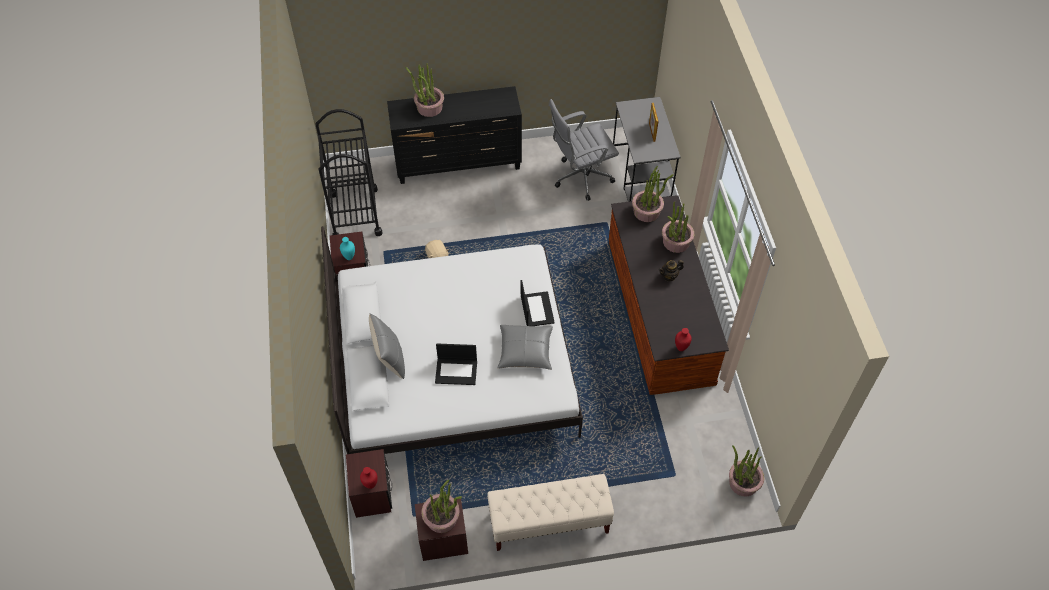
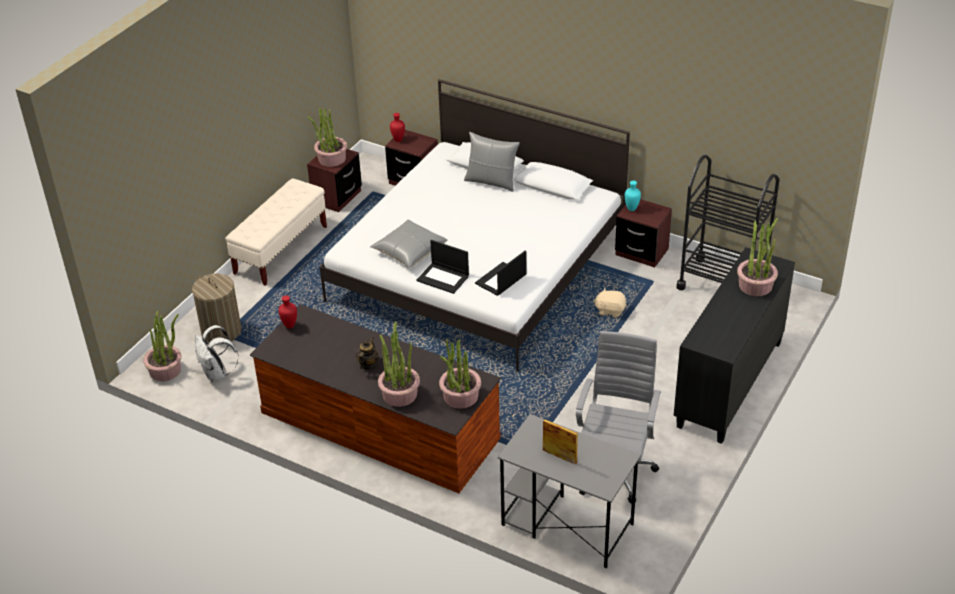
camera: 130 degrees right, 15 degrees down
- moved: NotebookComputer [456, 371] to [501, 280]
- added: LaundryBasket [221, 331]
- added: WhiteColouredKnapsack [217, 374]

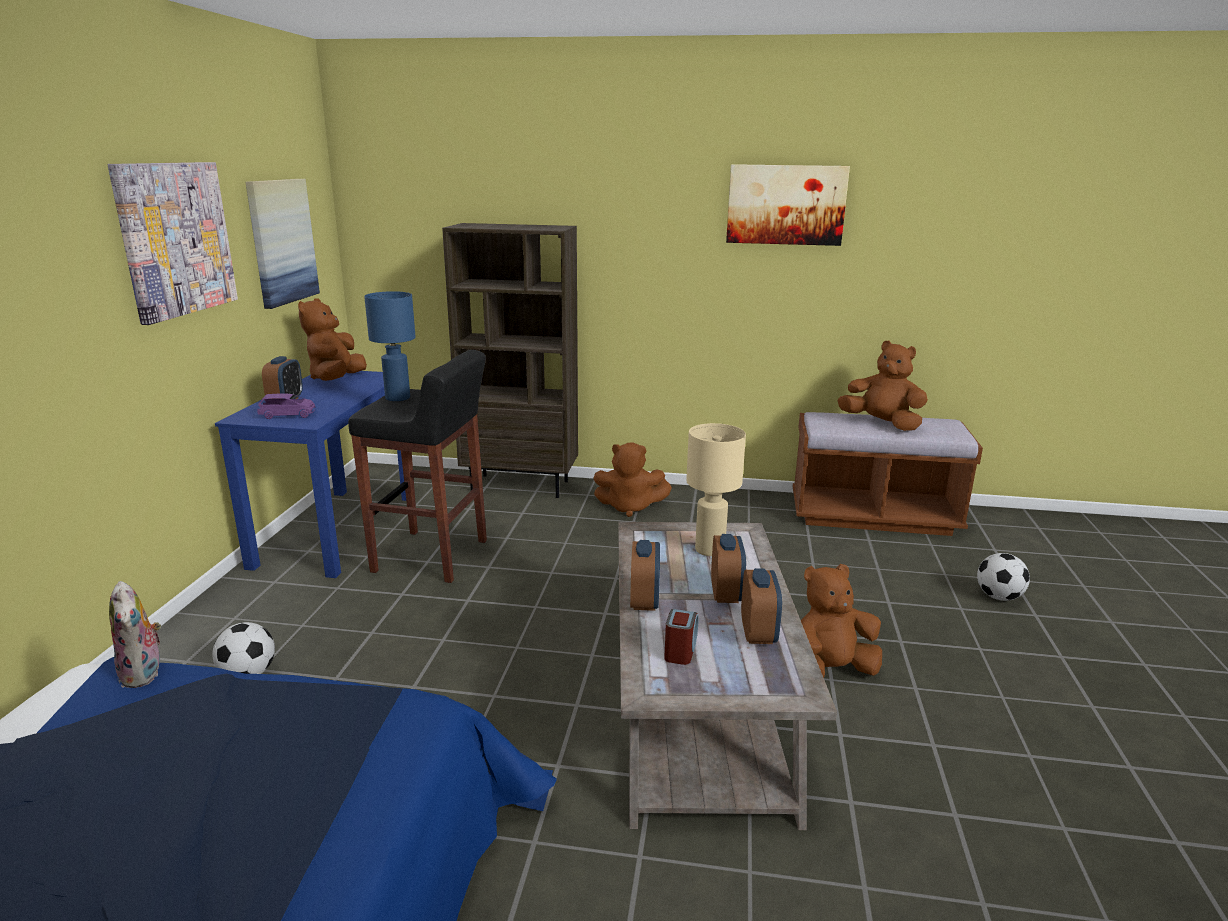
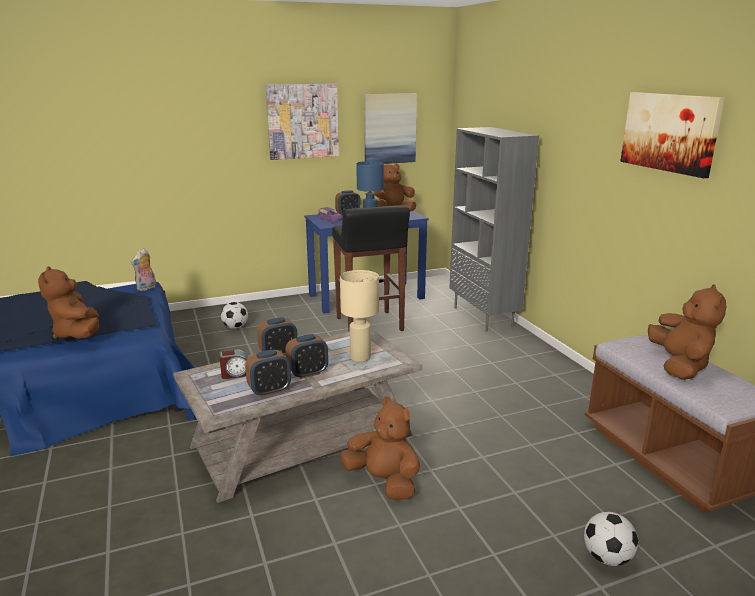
camera: 60 degrees right, 0 degrees up
- recoloured: BrownishBookcase [521, 485] to GreyBookcase [484, 317]
- moved: BrownishPlushToy [630, 507] to [78, 334]

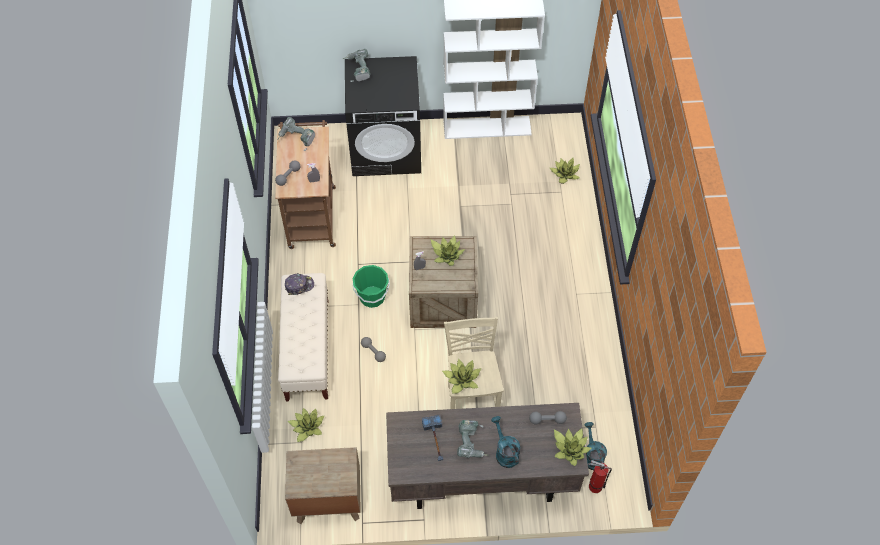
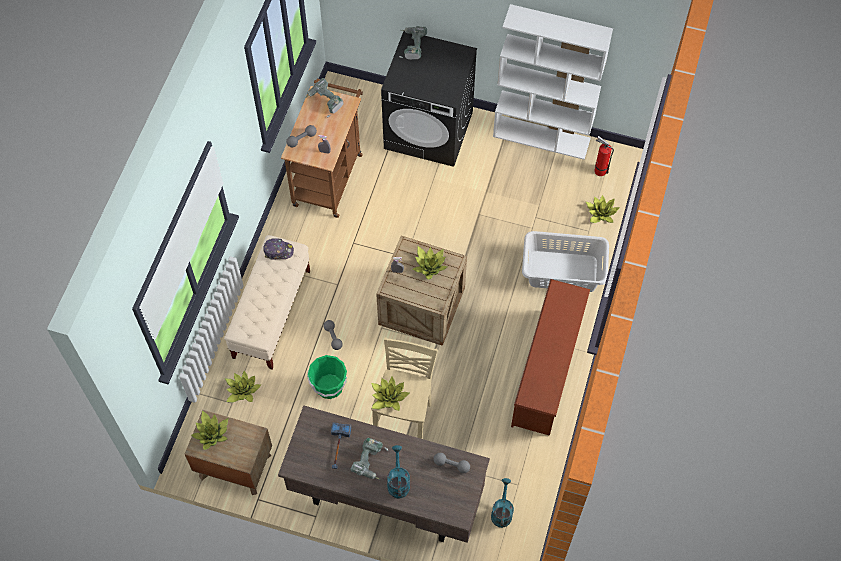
camera: 20 degrees right, 5 degrees up
- moved: GreenishWaterBucket [372, 297] to [329, 386]
- moved: PlantInAPot [570, 449] to [212, 433]
- moved: FireExtinguisher [593, 486] to [598, 170]
- added: BrownishShoeShelf [547, 373]
- added: GreyLaundryBasket [563, 272]

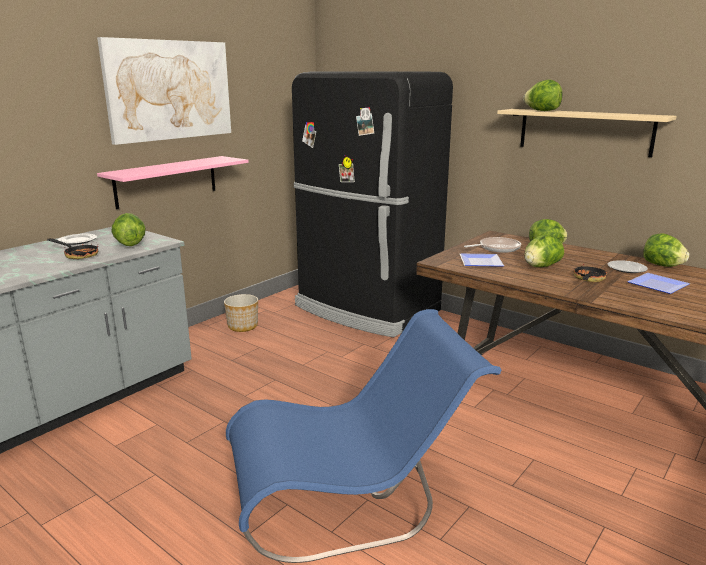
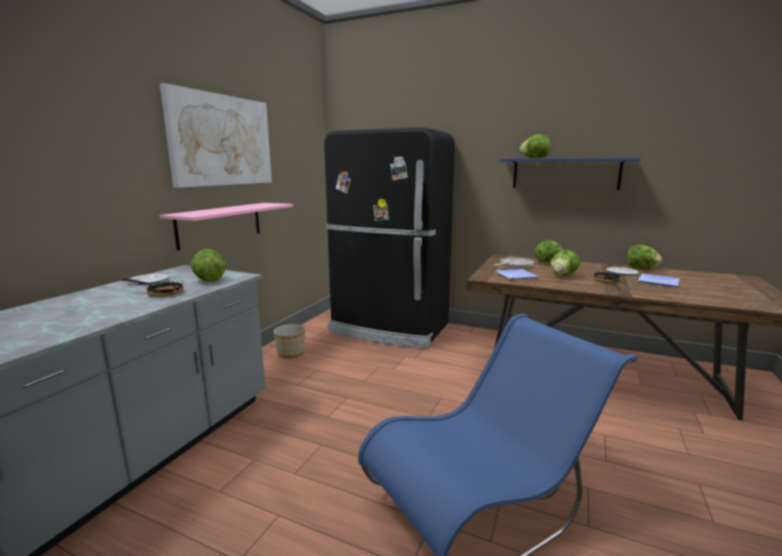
camera: 15 degrees left, 5 degrees down
- recoloured: SandColouredShelf [584, 131] to BluishShelf [565, 173]

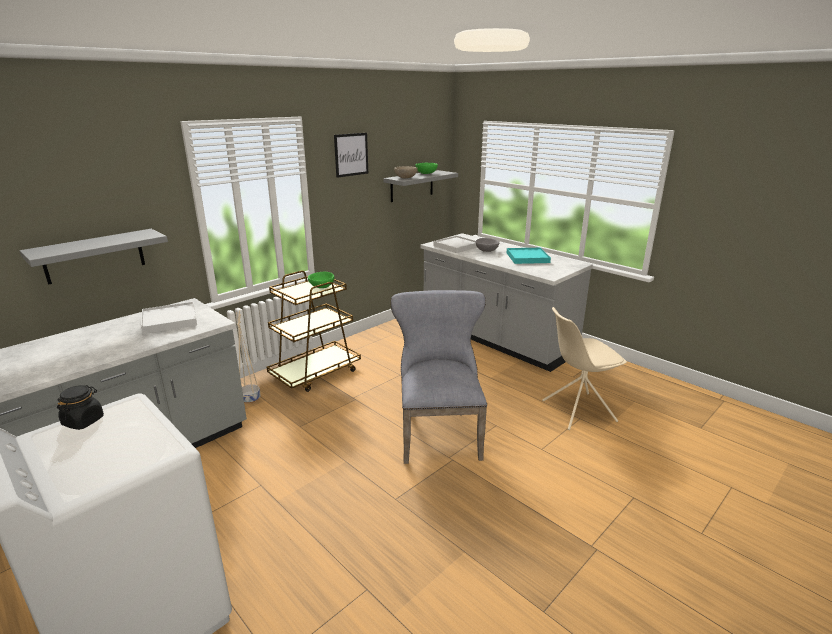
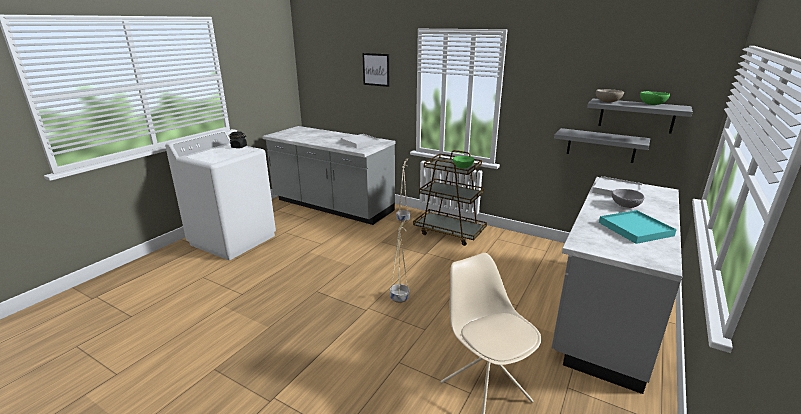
camera: 75 degrees right, 0 degrees up
- moved: GreyShelf [94, 256] to [601, 145]
- moved: WallPicture [351, 154] to [376, 69]
- replaced: GreyUprightChair [438, 432] to SandColouredPlantPot [400, 298]

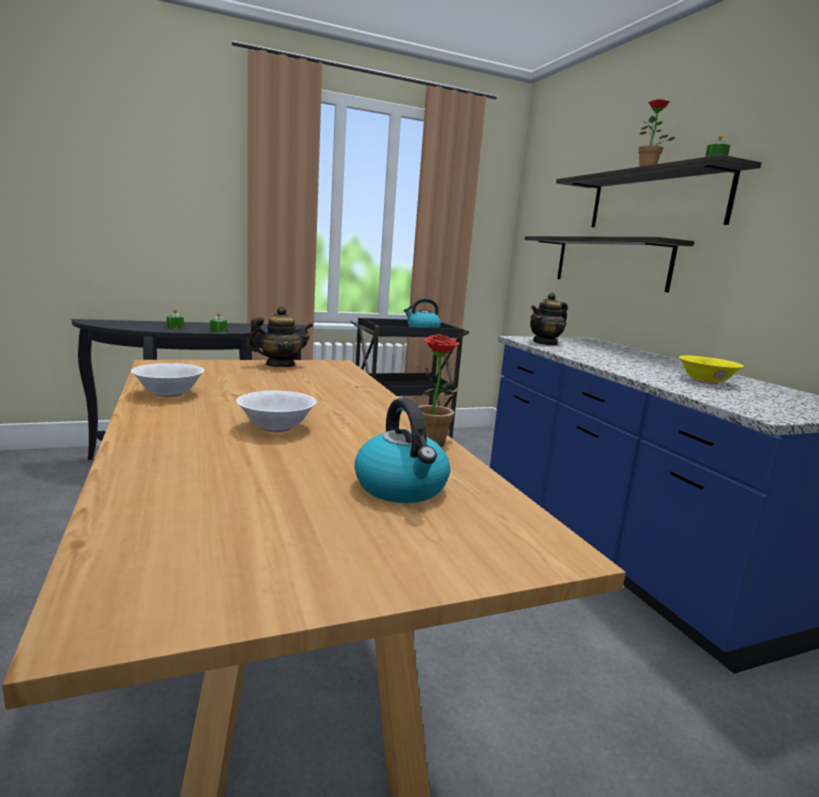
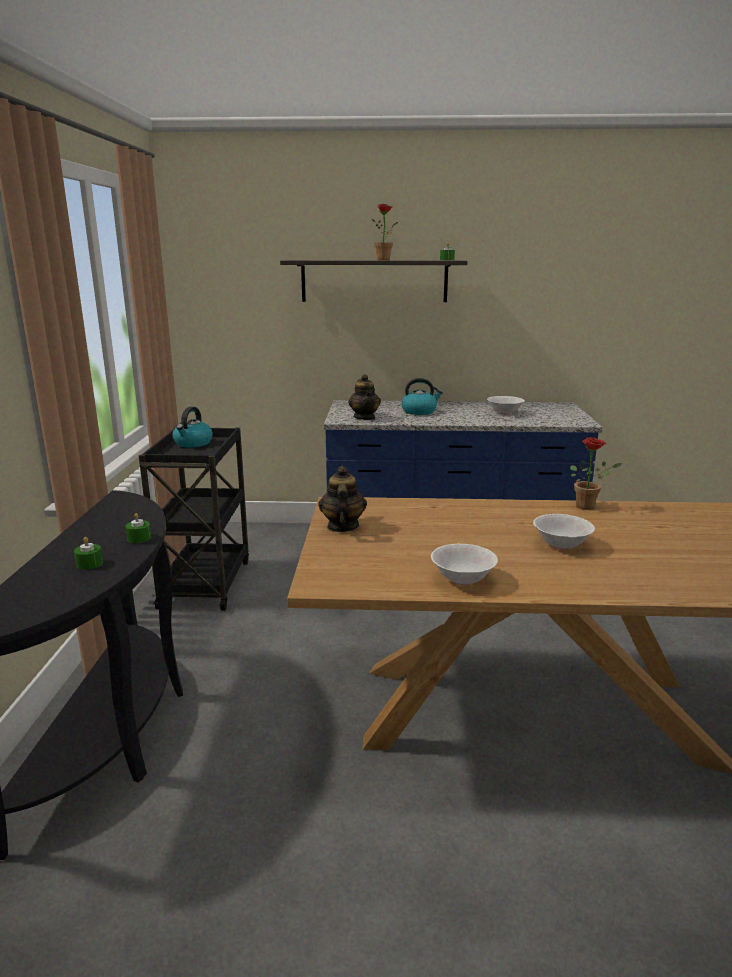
camera: 65 degrees left, 5 degrees up
- moved: Kettle [402, 488] to [419, 411]
- removed: Shelf [610, 262]
- recoloured: YellowishServingBowl [706, 381] to WhiteColouredServingBowl [504, 413]

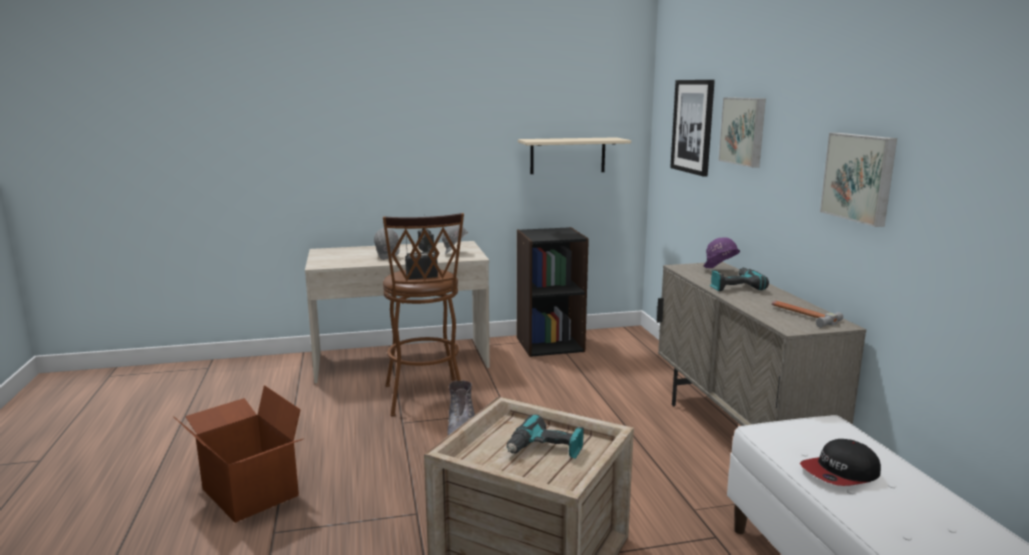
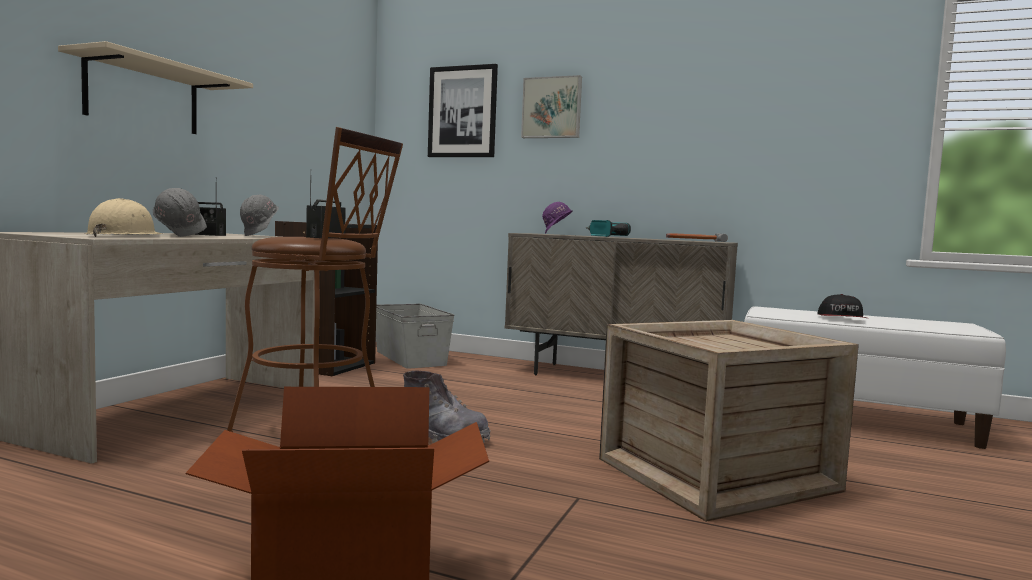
camera: 55 degrees left, 10 degrees down
- removed: Drill [545, 450]
- moved: SandColouredShelf [567, 155] to [143, 96]
- removed: WallPicture [860, 177]
- added: SandColouredWorkHelmet [124, 236]
- added: GreyStorageContainer [411, 358]

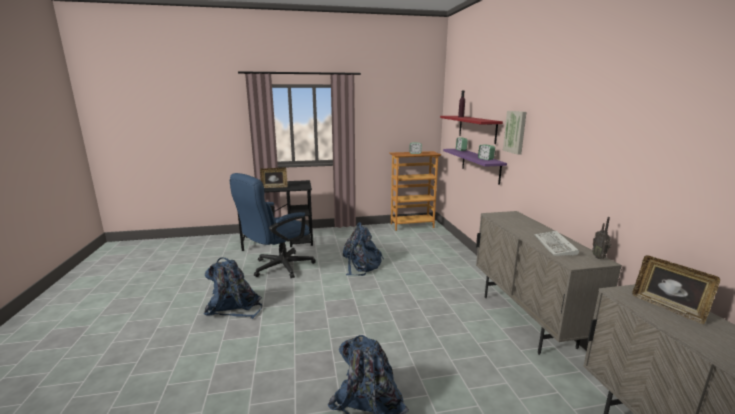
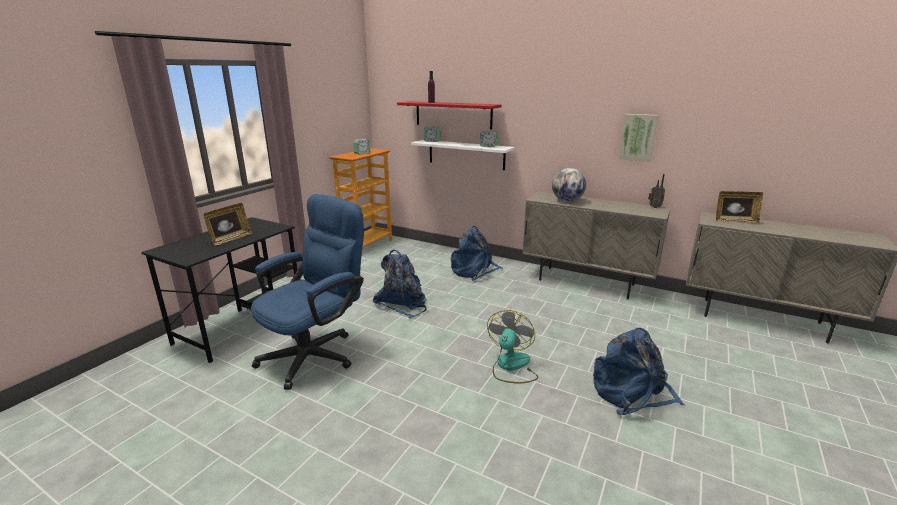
camera: 50 degrees left, 5 degrees up
- moved: BluishKnapsack [234, 307] to [474, 271]
- turned: BluishOfficeChair [277, 268] = [316, 353] 135 degrees counterclockwise
- recoloured: PurpleColouredShelf [480, 165] to WhiteColouredShelf [466, 154]
- moved: WallPicture [515, 132] to [638, 137]
- removed: PcKeyboard [556, 246]
- added: ElectricFan [511, 366]
- added: Globe [567, 201]

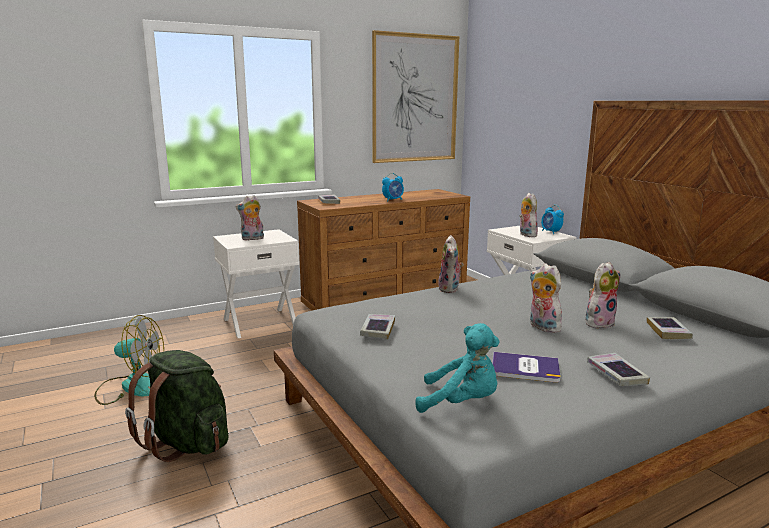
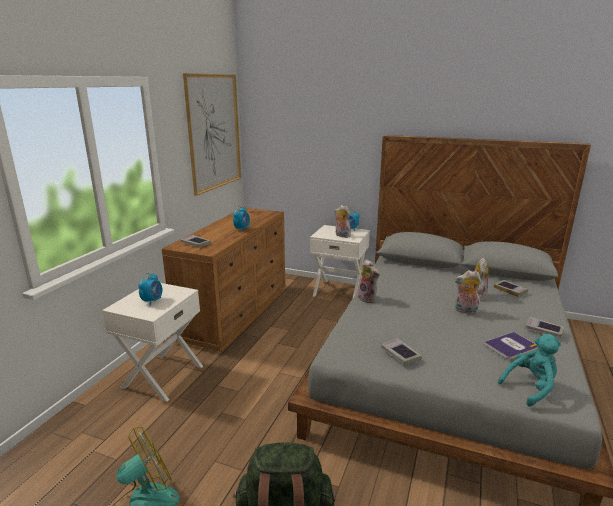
camera: 40 degrees left, 5 degrees up
- replaced: PlushToy [252, 239] to AlarmClock [152, 301]

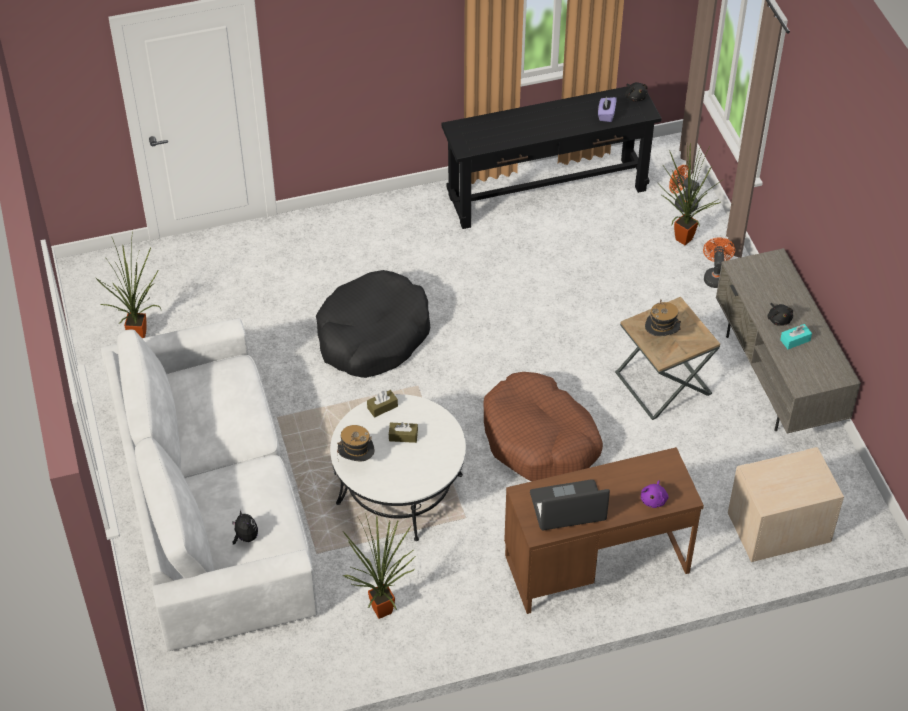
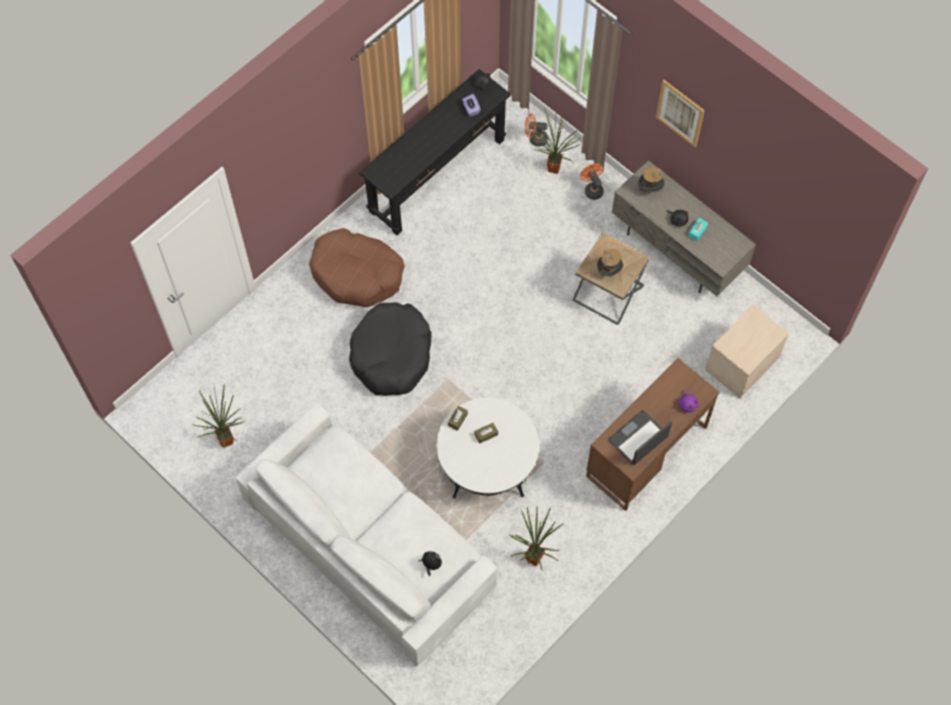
camera: 30 degrees left, 15 degrees up
- moved: ClothingHat [356, 460] to [650, 189]
- moved: BrownishDogBed [540, 440] to [357, 274]
- added: WallPicture [680, 113]

